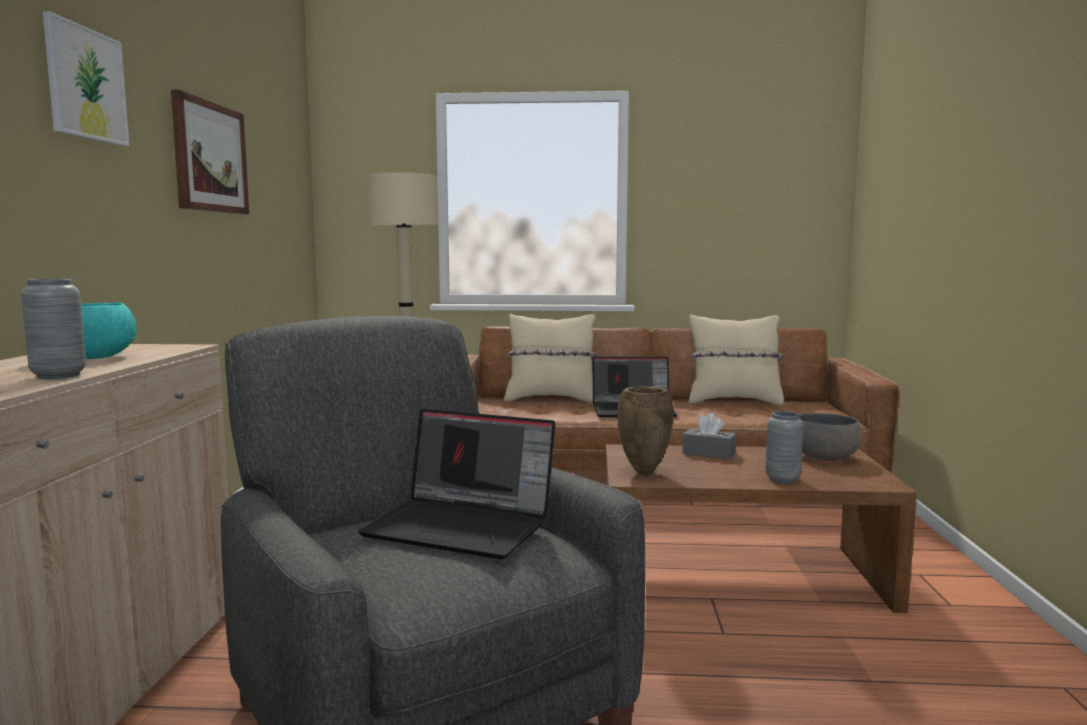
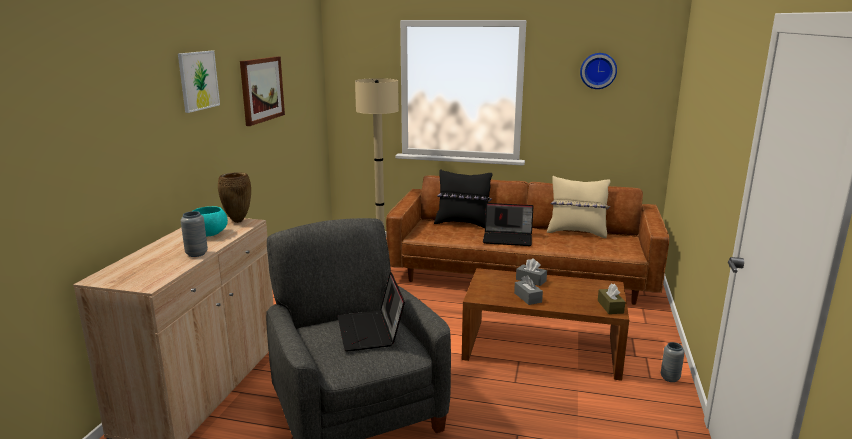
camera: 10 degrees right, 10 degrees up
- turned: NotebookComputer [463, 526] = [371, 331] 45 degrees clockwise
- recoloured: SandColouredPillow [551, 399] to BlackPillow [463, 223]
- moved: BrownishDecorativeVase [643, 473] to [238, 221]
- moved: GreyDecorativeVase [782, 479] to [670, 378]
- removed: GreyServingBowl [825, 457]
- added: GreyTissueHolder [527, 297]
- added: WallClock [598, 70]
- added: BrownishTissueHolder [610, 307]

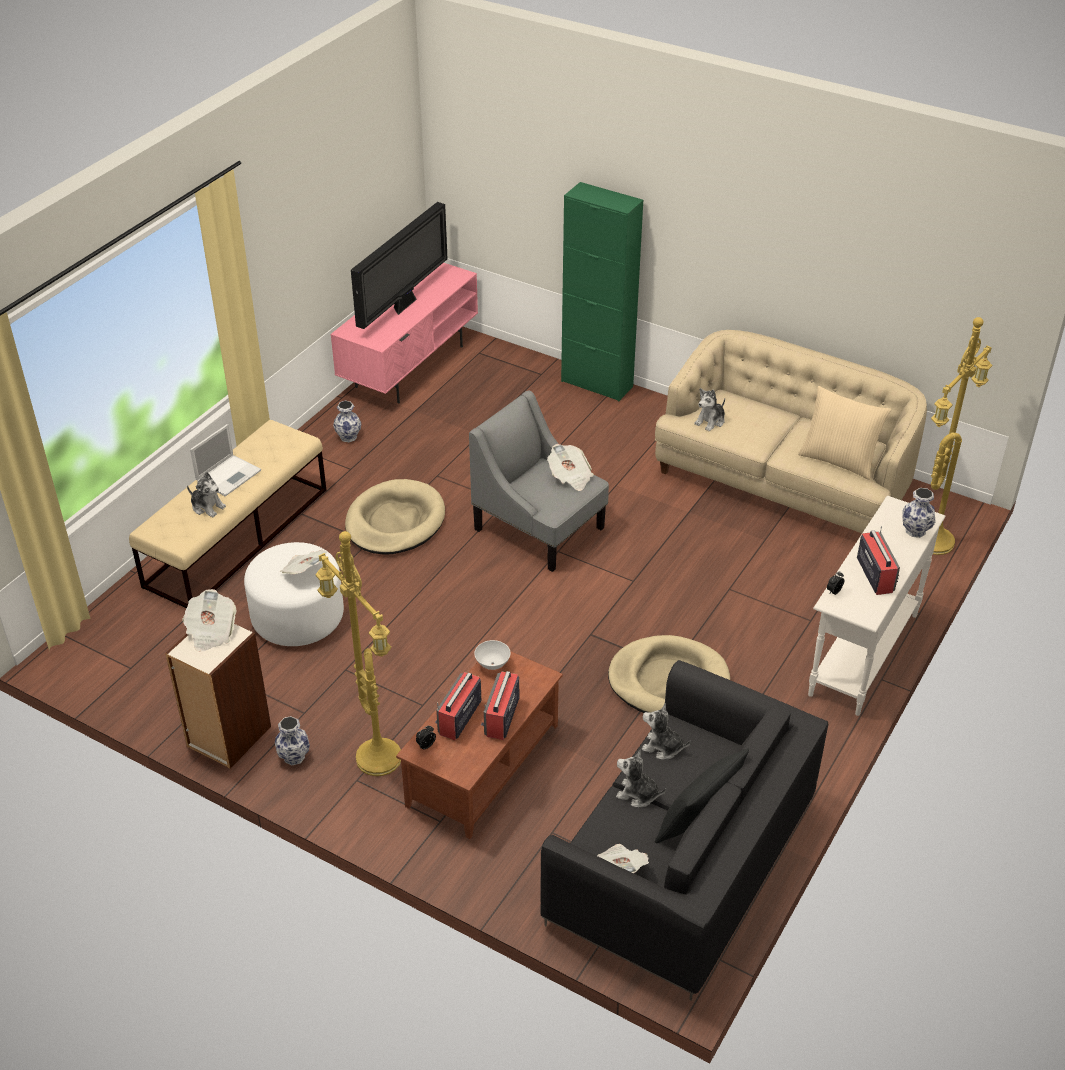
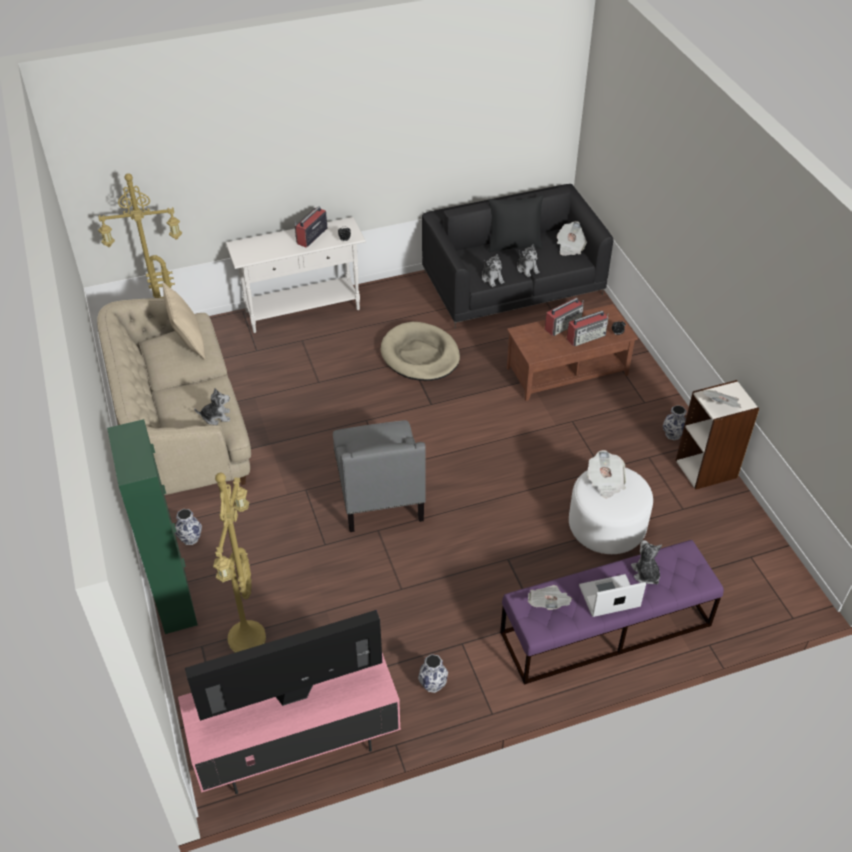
camera: 140 degrees left, 5 degrees up
- recoloured: SandColouredIndoorBench [237, 537] to PurpleColouredIndoorBench [605, 629]
- moved: YellowishFloorLamp [375, 758] to [249, 640]
- removed: SandColouredDogBed [395, 522]
- removed: WhiteColouredServingBowl [492, 665]
- moved: PrintedPaper [570, 477] to [548, 604]
- moved: DecorativeVase [916, 531] to [190, 538]

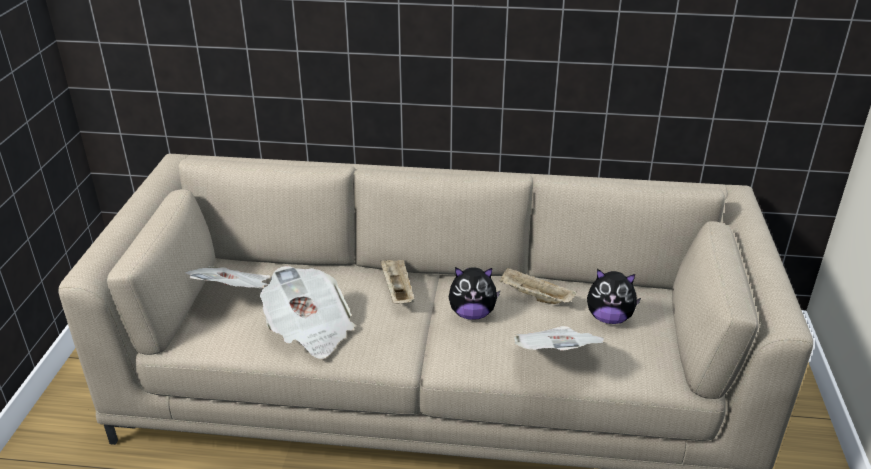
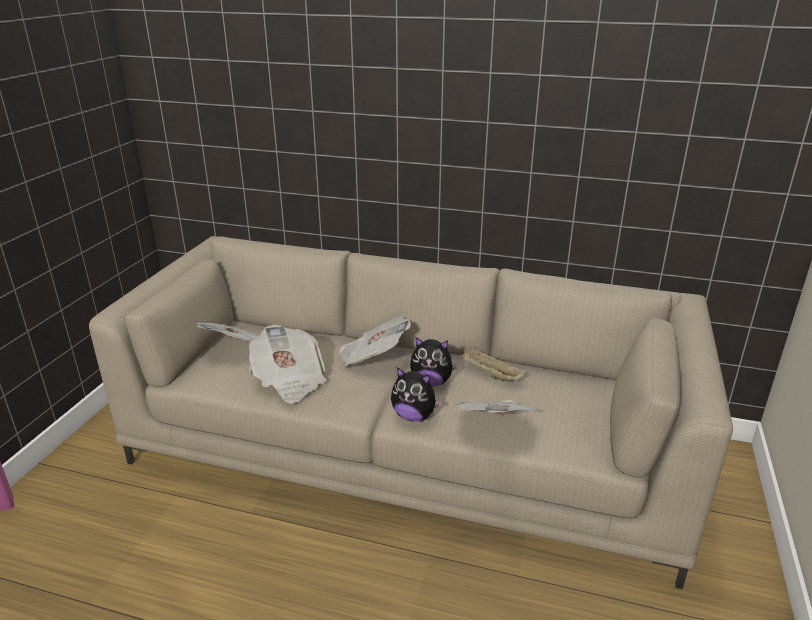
camera: 10 degrees right, 5 degrees down
- replaced: SandColouredTray [397, 290] to PrintedPaper [372, 357]
- moved: PlushToy [609, 318] to [414, 416]

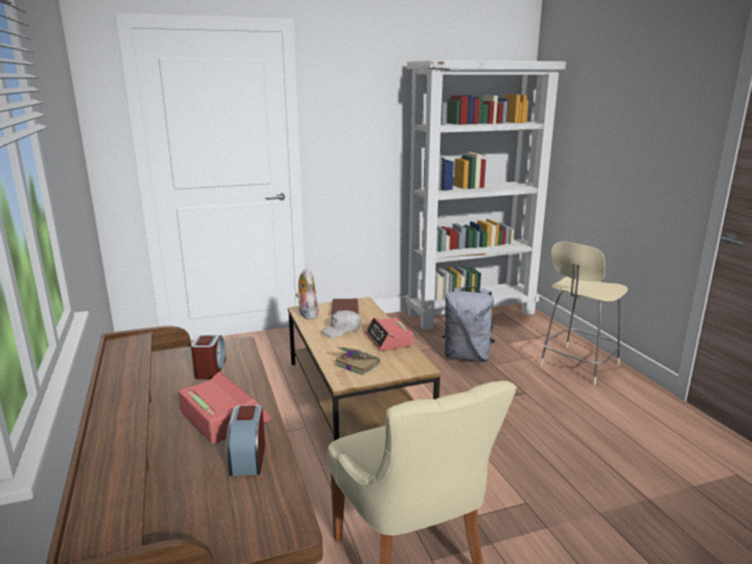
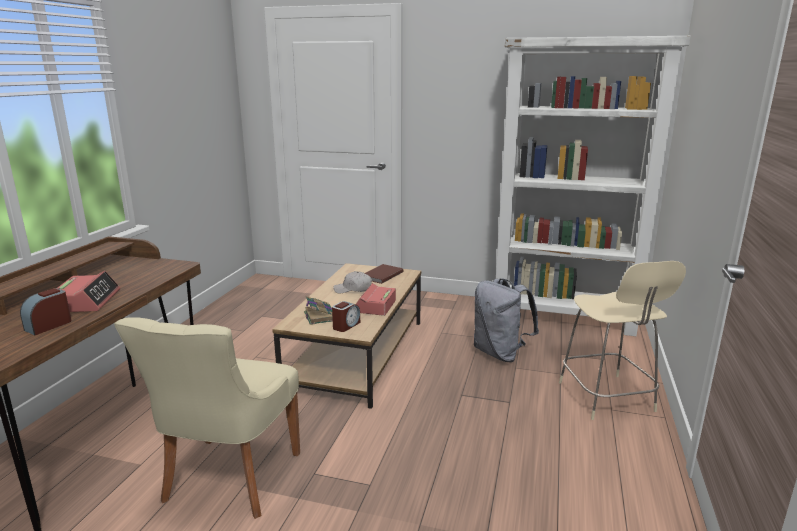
camera: 35 degrees right, 0 degrees up
- moved: AlarmClock [210, 369] to [346, 325]
- removed: PlushToy [307, 314]
- turned: SandColouredUprightChair [578, 365] = [607, 398] 90 degrees counterclockwise

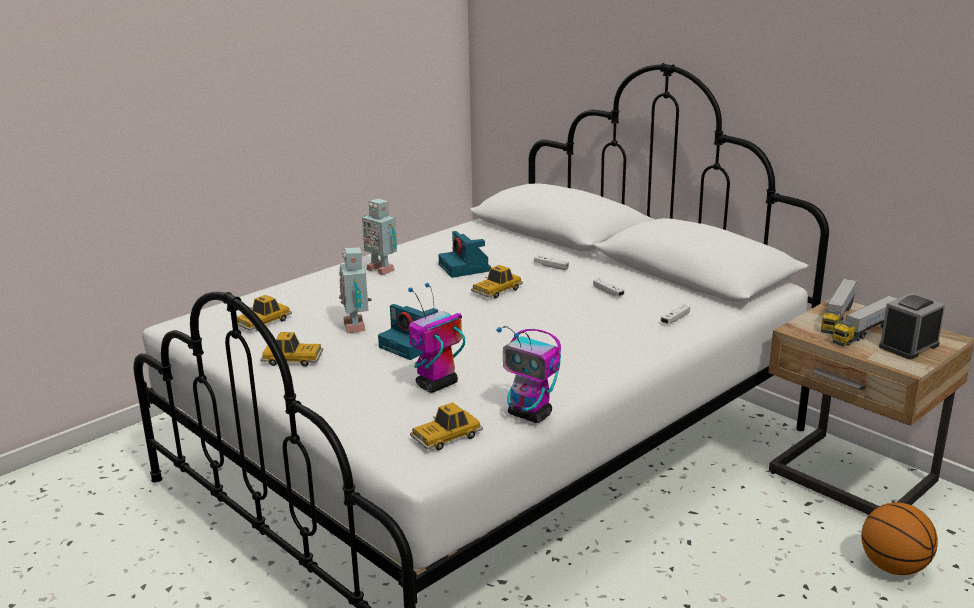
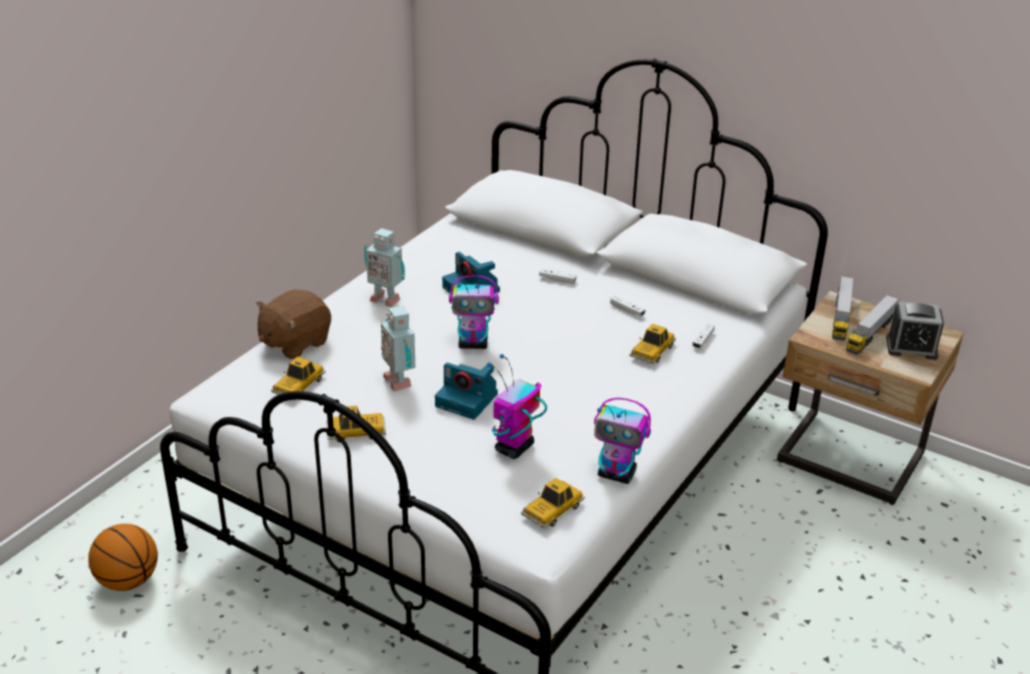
camera: 15 degrees left, 10 degrees up
- moved: ModelCar [497, 291] to [652, 351]
- moved: Basketball [893, 567] to [128, 580]
- turned: AlarmClock [908, 346] = [911, 347] 120 degrees counterclockwise
- added: BrownishPlushToy [294, 343]
- added: ModelRobot [473, 344]

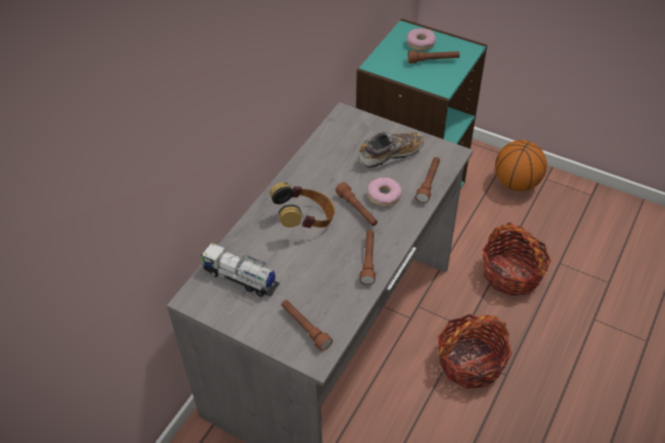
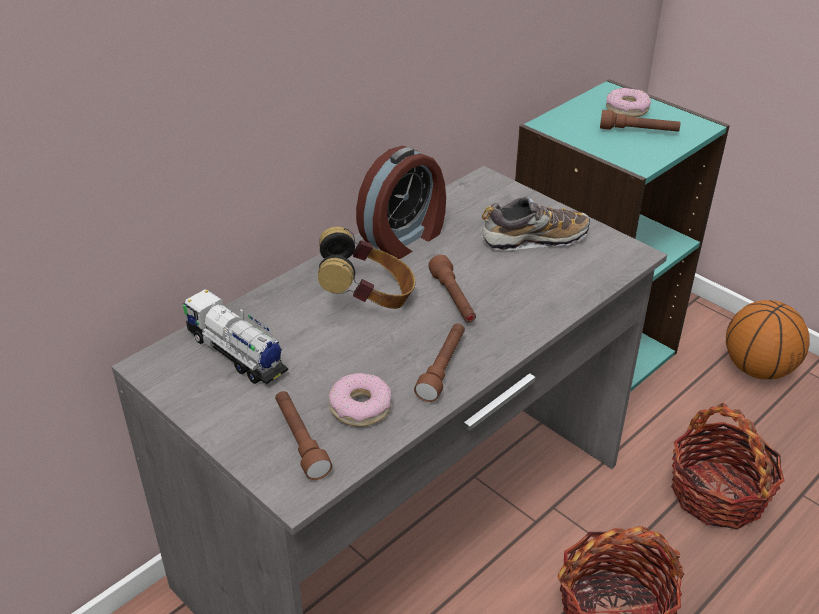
camera: 15 degrees right, 10 degrees down
- moved: Doughnut [384, 196] to [360, 407]
- removed: BrownishHandTorch [428, 183]
- added: AlarmClock [405, 238]

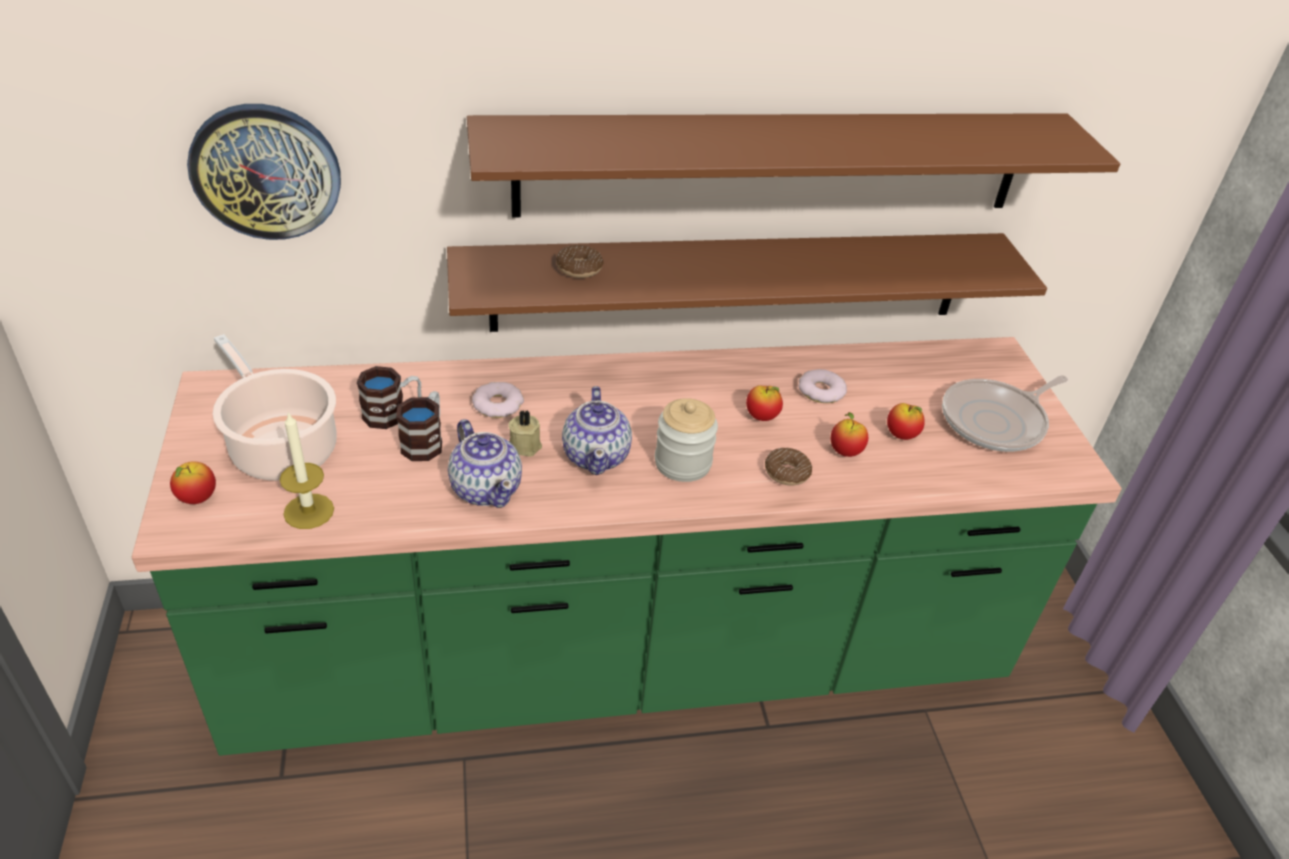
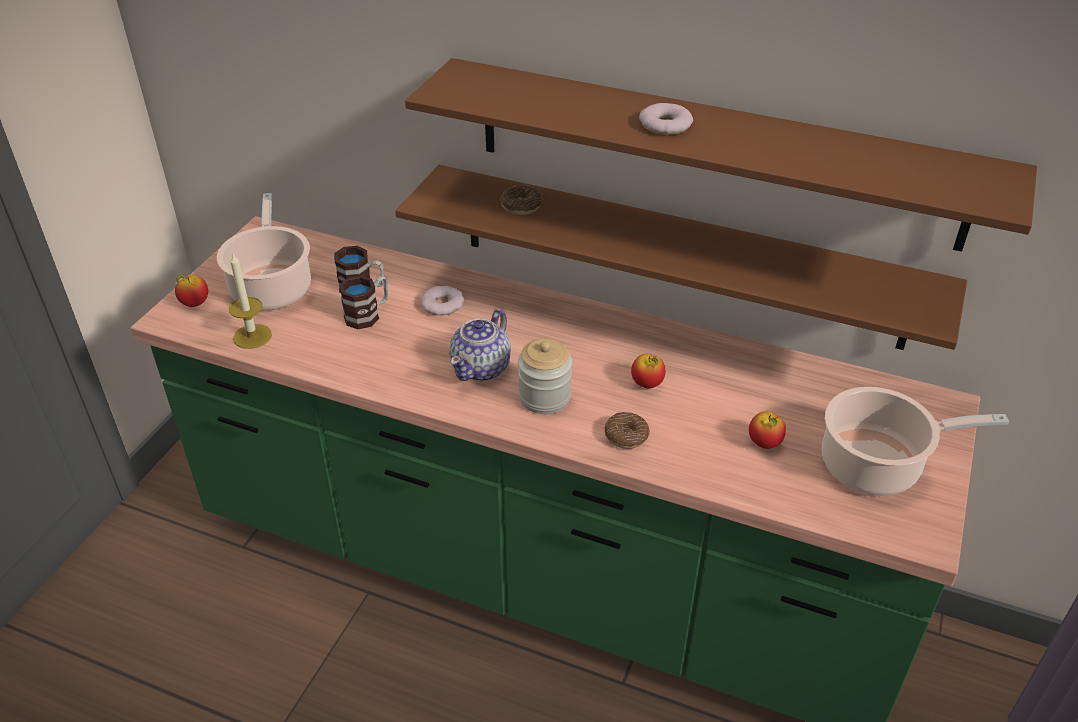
camera: 35 degrees right, 0 degrees up
- removed: WallClock [266, 171]
- removed: Teapot [486, 488]
- removed: SandColouredWaxLight [525, 445]
- moved: Doughnut [821, 391] to [665, 125]
- removed: Apple [845, 451]
- replaced: FryingPan [996, 421] to Saucepot [877, 465]

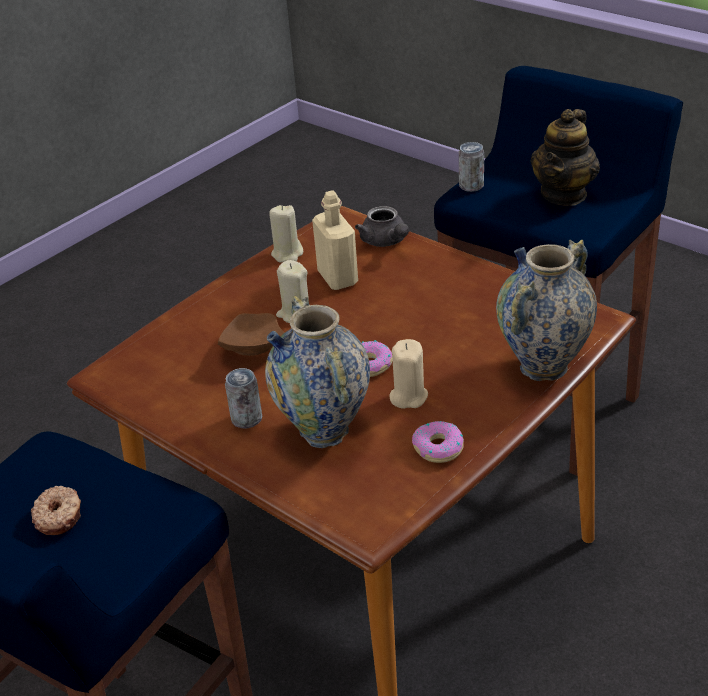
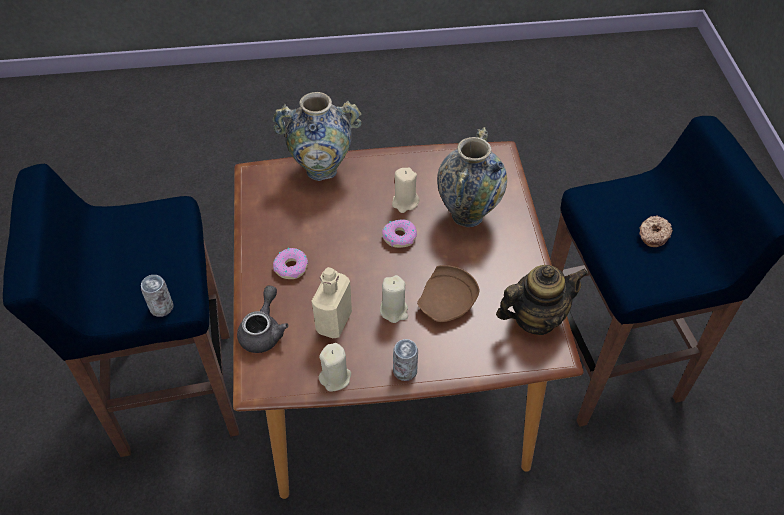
camera: 140 degrees left, 15 degrees up
- moved: MetalCan [246, 419] to [405, 371]
- moved: Doughnut [438, 448] to [291, 267]
- moved: Teapot [564, 194] to [535, 318]

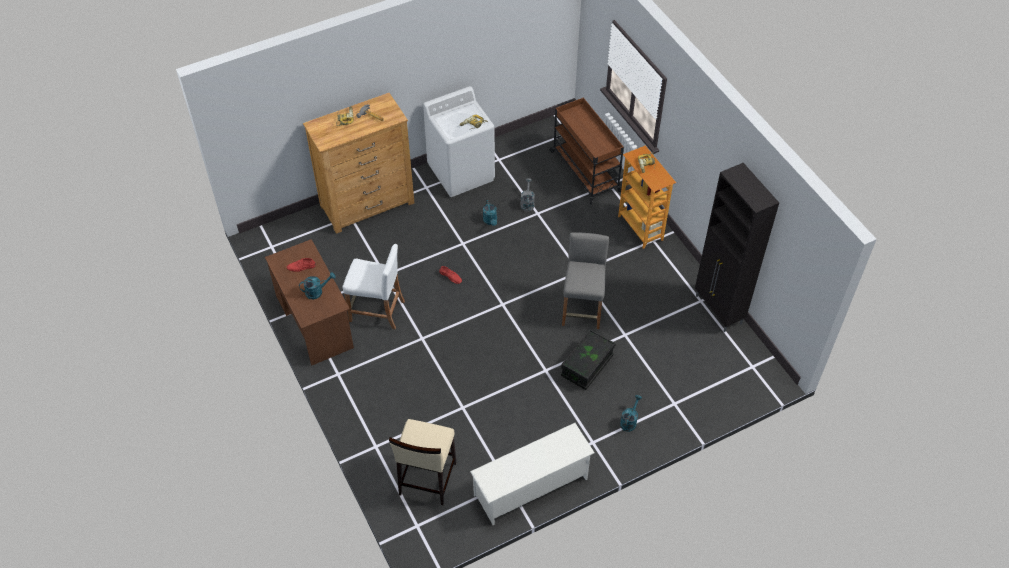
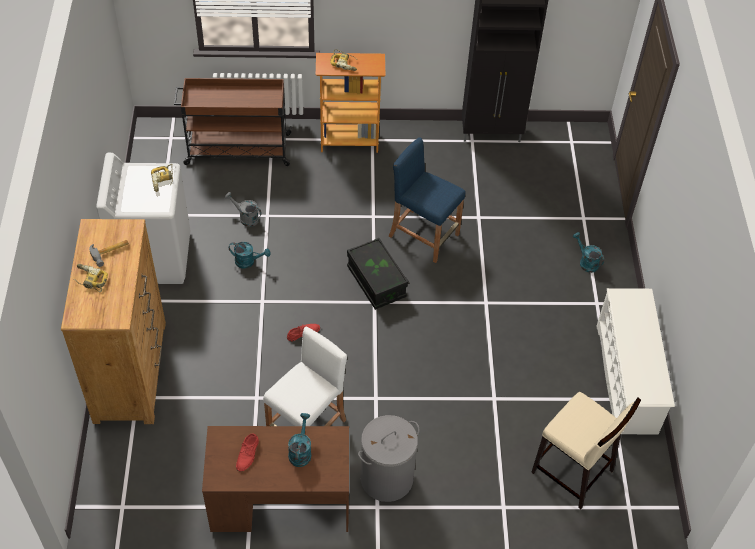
camera: 65 degrees left, 0 degrees up
- moved: BlackStorageContainer [587, 366] to [376, 282]
- recoloured: GreyStool [582, 308] to BluishStool [423, 235]
- added: GreyLaundryBasket [386, 477]

